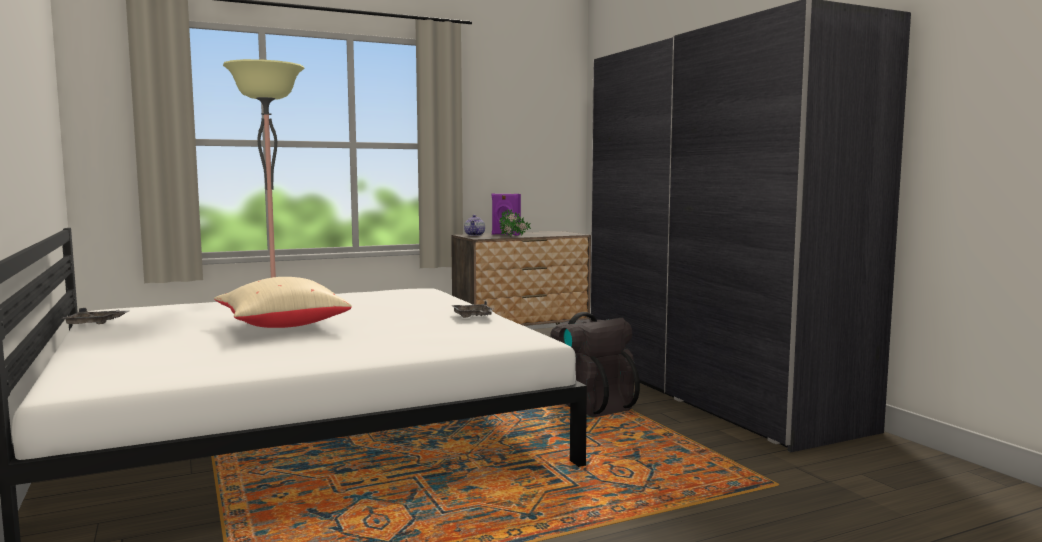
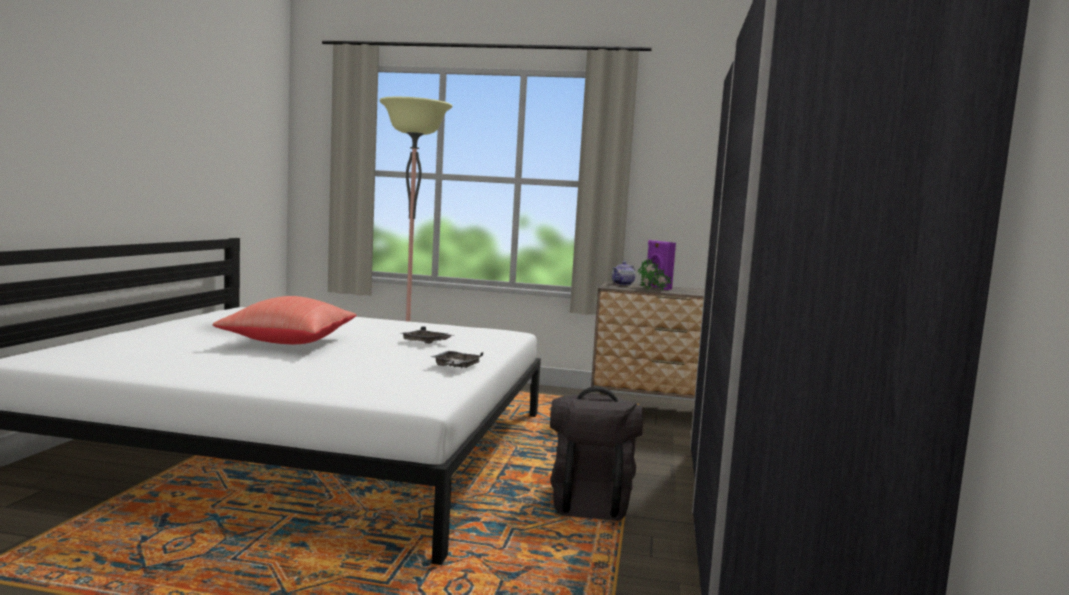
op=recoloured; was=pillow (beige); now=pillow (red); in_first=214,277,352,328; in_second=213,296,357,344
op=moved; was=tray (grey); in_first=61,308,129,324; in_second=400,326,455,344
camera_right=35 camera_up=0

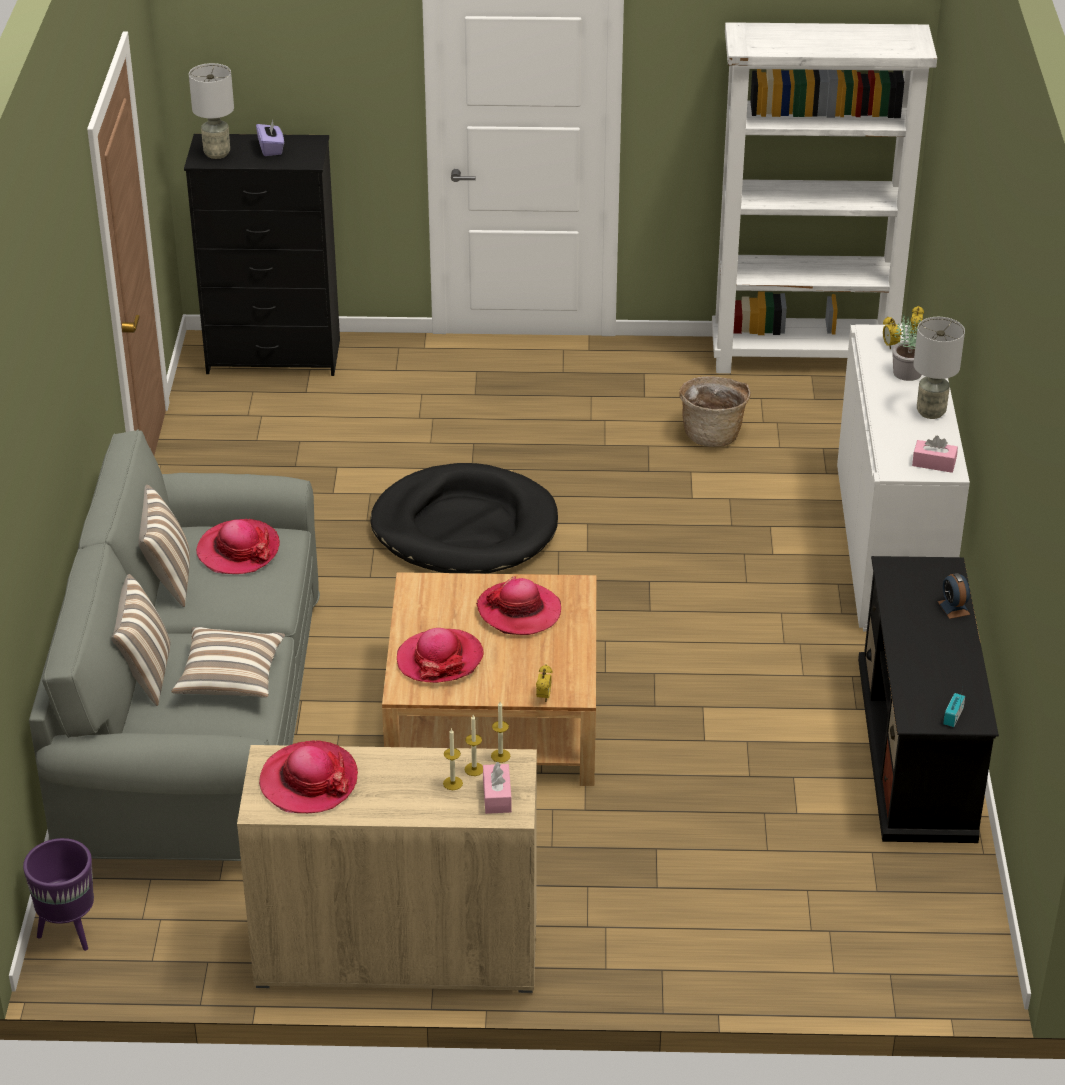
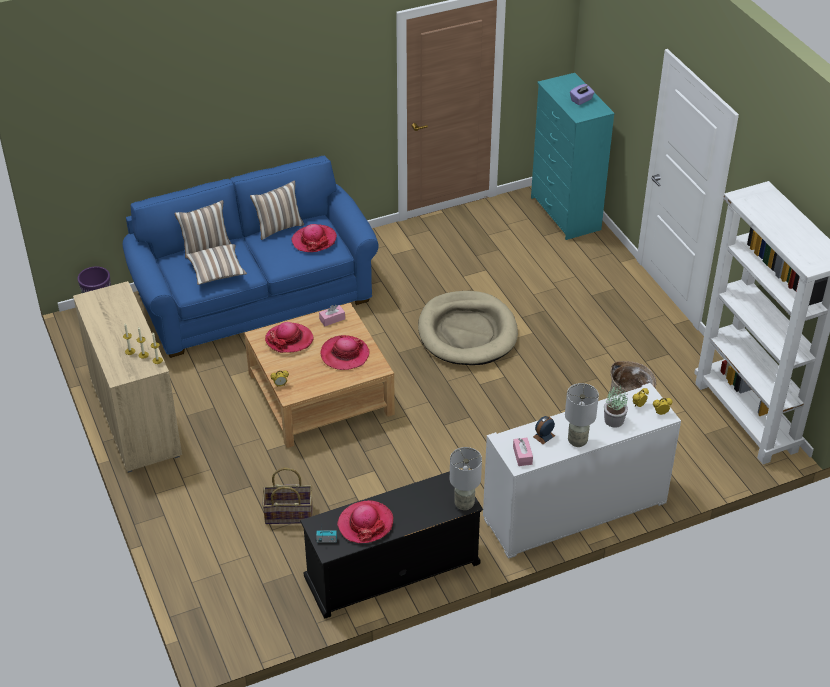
op=recoloured; was=sofa (grey); now=sofa (blue); in_first=29,429,320,861; in_second=123,156,379,358
op=added; now=basket; in_second=262,468,313,524
op=moved; was=tissue box (pink); in_first=483,762,512,814; in_second=319,305,345,326
op=moved; was=hat; in_first=259,740,358,813; in_second=337,500,393,543
op=recoloured; was=dog bed (black); now=dog bed (beige); in_first=371,463,558,574; in_second=418,291,518,365
op=moved; was=table lamp (grey); in_first=189,63,234,159; in_second=450,447,482,510
op=recoloured; was=dresser (black); now=dresser (turquoise); in_first=184,134,340,376; in_second=531,73,615,240
op=moved; was=alarm clock; in_first=938,573,970,619; in_second=533,416,555,444
camera_right=65 camera_up=5

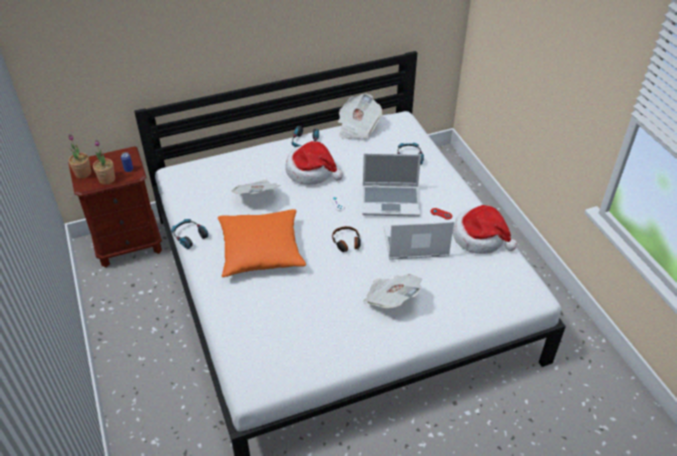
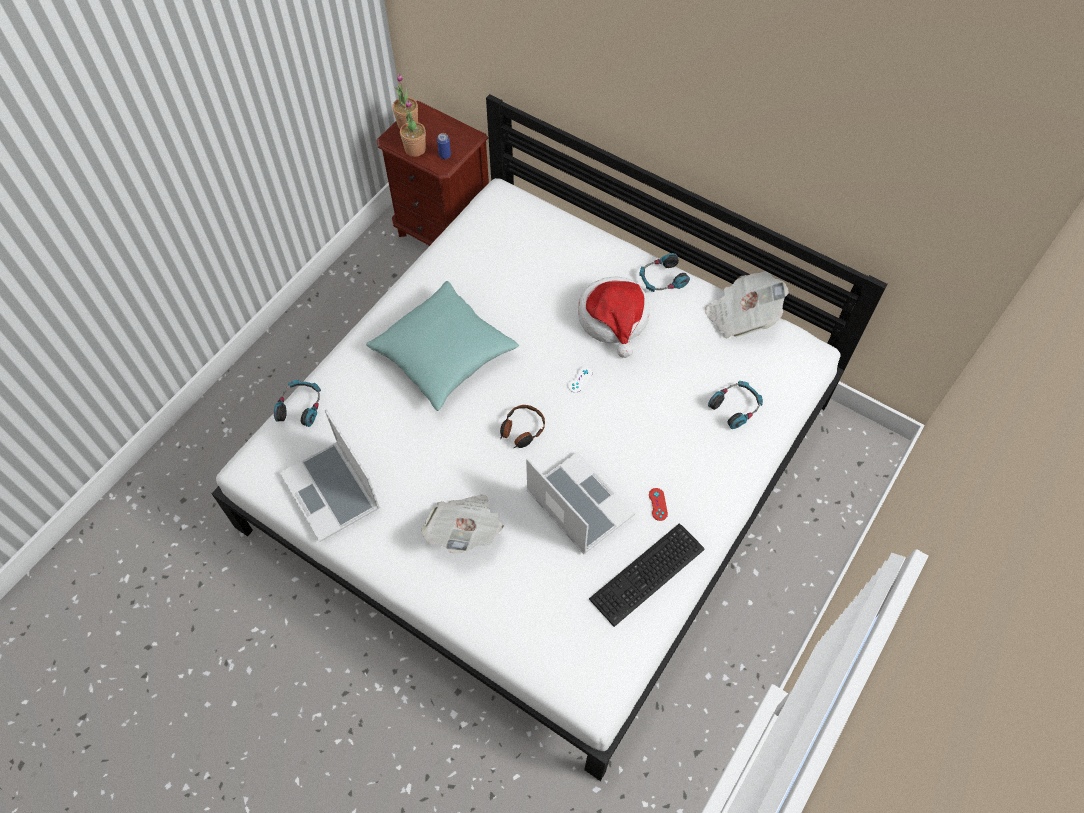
op=moved; was=headphones; in_first=171,219,208,249; in_second=274,380,321,427
op=moved; was=laptop; in_first=362,153,421,217; in_second=280,409,380,542
op=recoloured; was=pillow (orange); now=pillow (turquoise); in_first=218,209,306,277; in_second=366,281,519,411
op=replaced; was=hat; now=keyboard; in_first=452,205,517,254; in_second=589,524,705,627
op=removed; was=newspaper; in_first=232,180,281,194
camera_right=55 camera_up=15

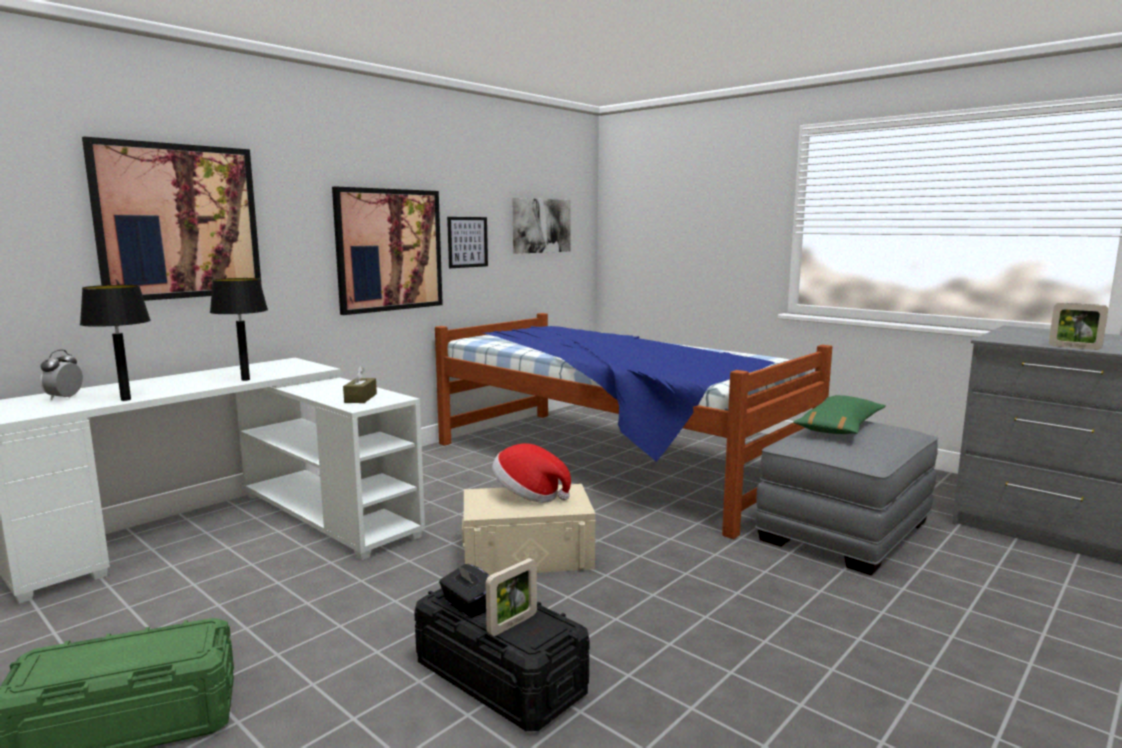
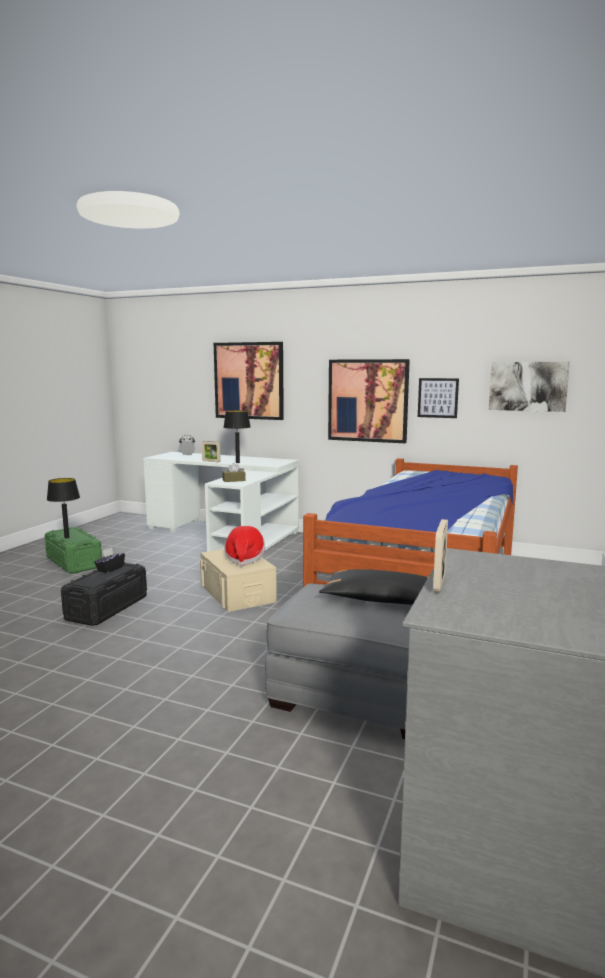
op=moved; was=table lamp (black); in_first=80,285,151,401; in_second=47,478,80,538
op=moved; was=picture frame; in_first=486,558,537,636; in_second=202,441,221,462
op=recoloured; was=pillow (green); now=pillow (black); in_first=793,395,886,434; in_second=319,569,428,605
camera_right=70 camera_up=0

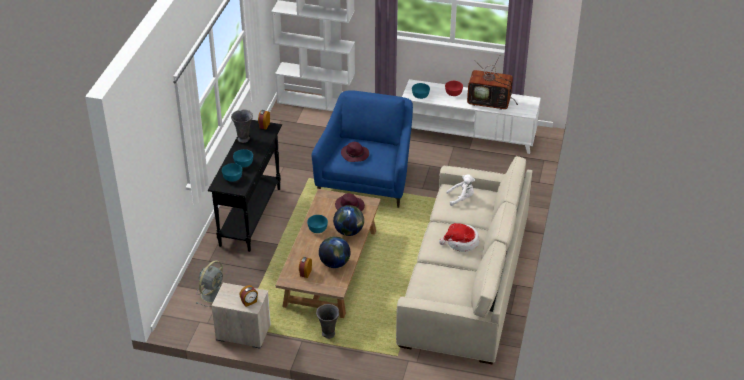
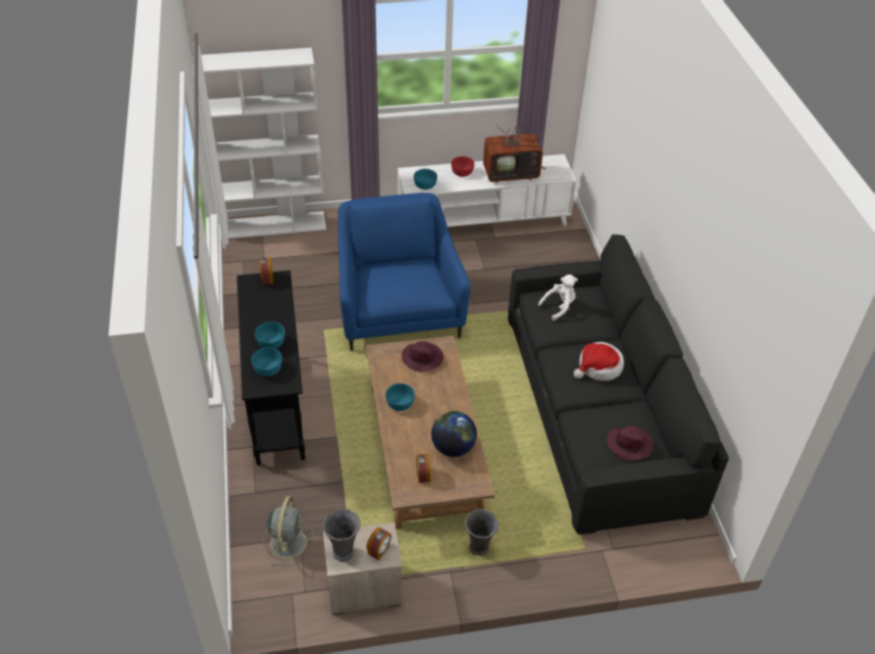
op=moved; was=vase (grey); in_first=231,109,253,143; in_second=323,509,361,562
op=recoloured; was=sofa (beige); now=sofa (black); in_first=396,156,533,364; in_second=508,234,729,535
op=moved; was=hat (purple); in_first=341,142,369,162; in_second=607,426,653,461
op=removed; was=globe; in_first=333,205,364,236
camera_right=-25 camera_up=5

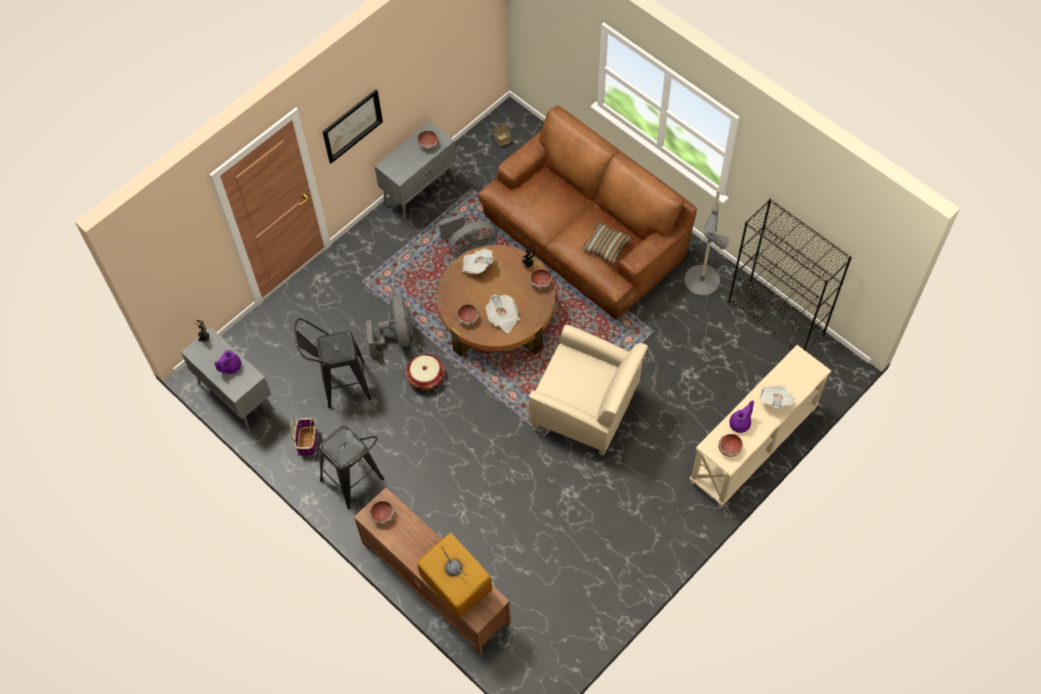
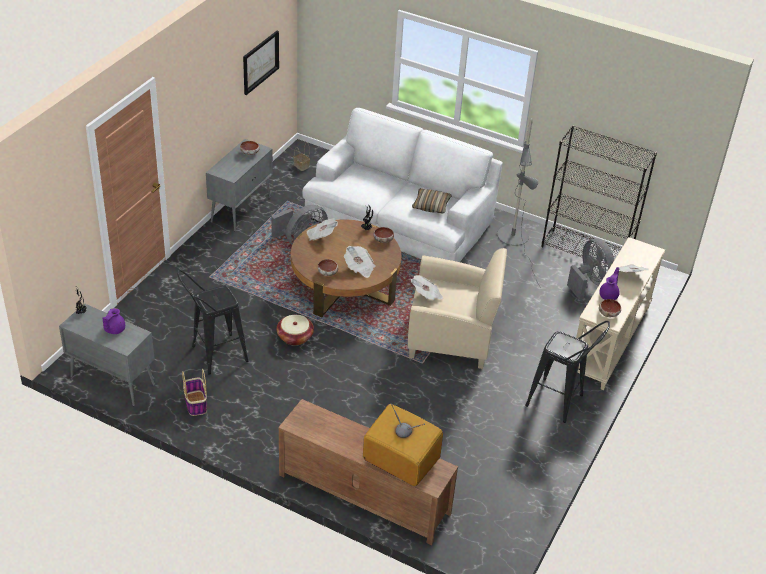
op=moved; was=picture; in_first=322,90,383,163; in_second=243,31,279,95
op=recoloured; was=sofa (brown); now=sofa (white); in_first=478,105,697,319; in_second=302,108,502,262
op=added; now=newspaper; in_second=411,275,444,300
op=moved; was=stool (black); in_first=319,426,384,509; in_second=525,321,610,423
op=moved; was=fan (grey); in_first=366,294,413,357; in_second=567,238,614,300
op=removed; was=bowl; in_first=370,501,395,525
camera_right=-20 camera_up=-20

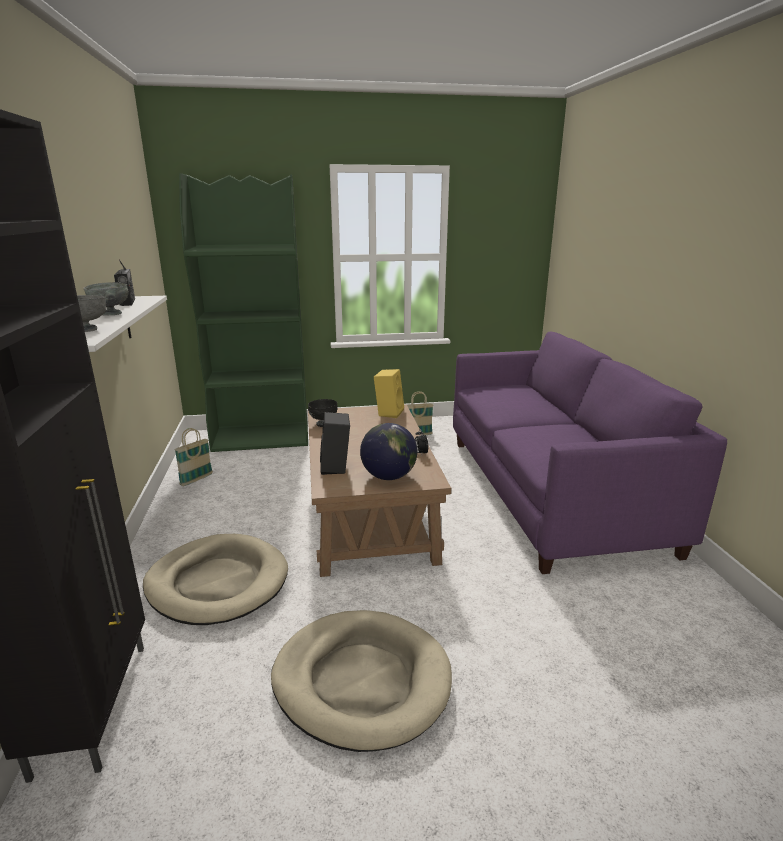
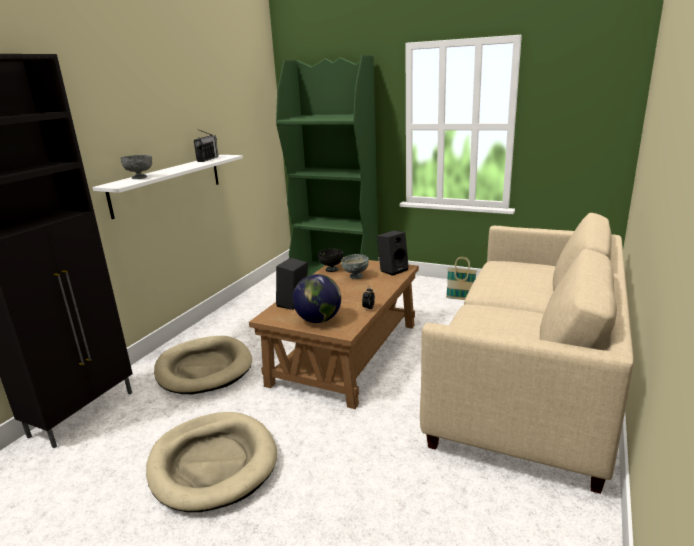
op=moved; was=bowl (grey); in_first=83,282,129,315; in_second=341,254,369,279
op=recoloured; was=speaker (yellow); now=speaker (black); in_first=374,369,404,418; in_second=377,231,409,276
op=recoloured; was=sofa (purple); now=sofa (beige); in_first=453,331,727,574; in_second=420,213,634,494
op=removed; was=basket; in_first=175,428,213,486
camera_right=35 camera_up=0

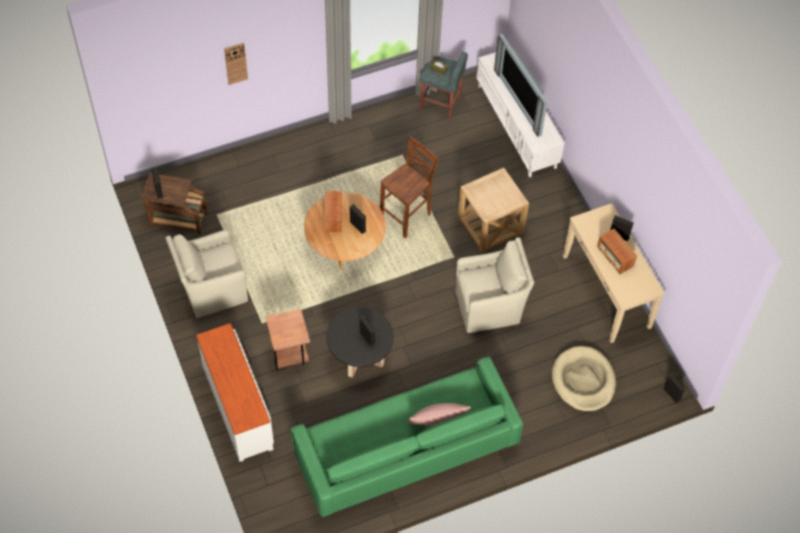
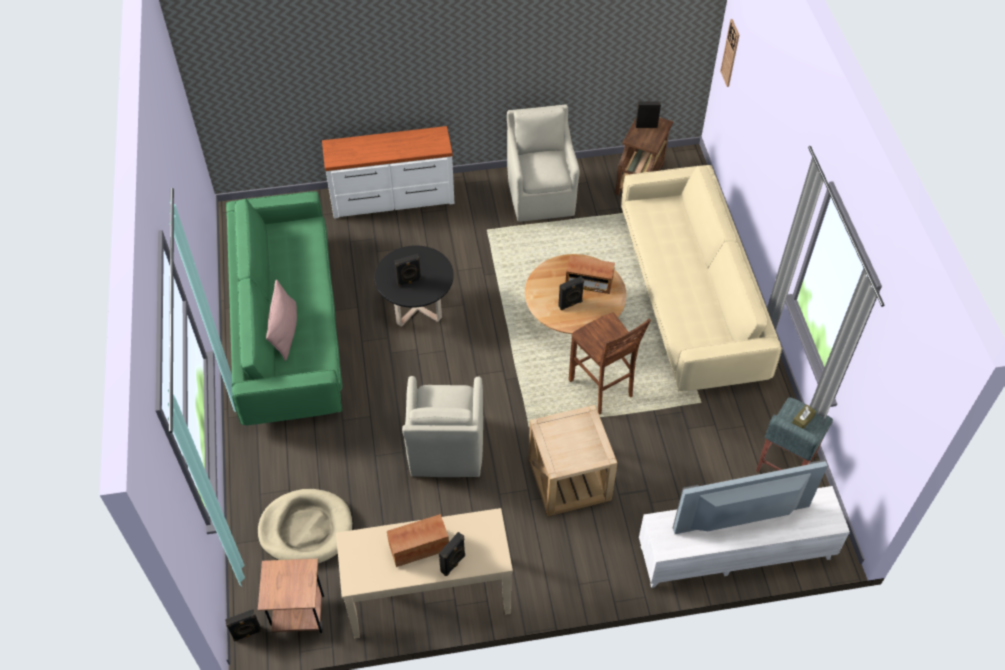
op=moved; was=side table (brown); in_first=265,309,310,371; in_second=258,559,324,633
op=added; now=sofa (beige); in_second=621,165,782,392
op=moved; was=wall clock; in_first=224,43,248,85; in_second=720,19,739,87
camera_right=105 camera_up=-5

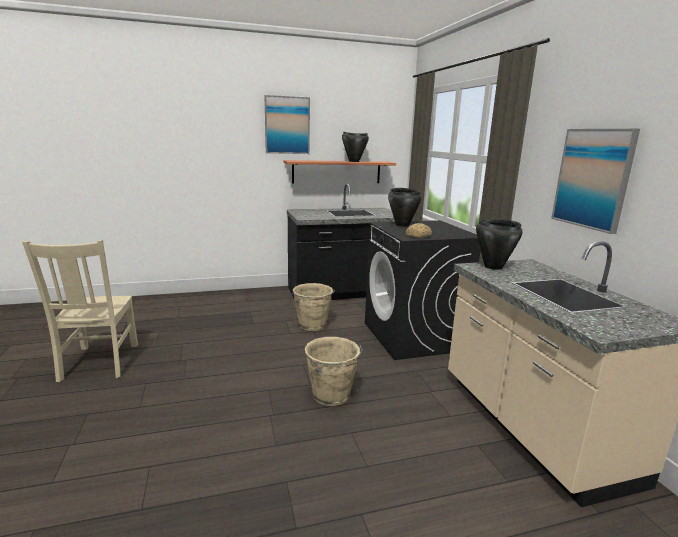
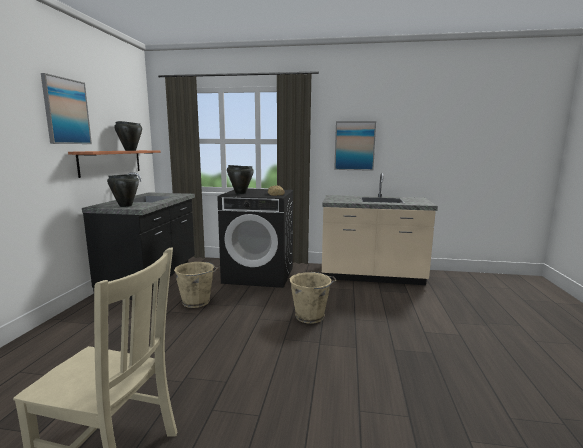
op=moved; was=cooking pot (black); in_first=476,219,523,270; in_second=107,174,139,207
camera_right=-65 camera_up=-5

